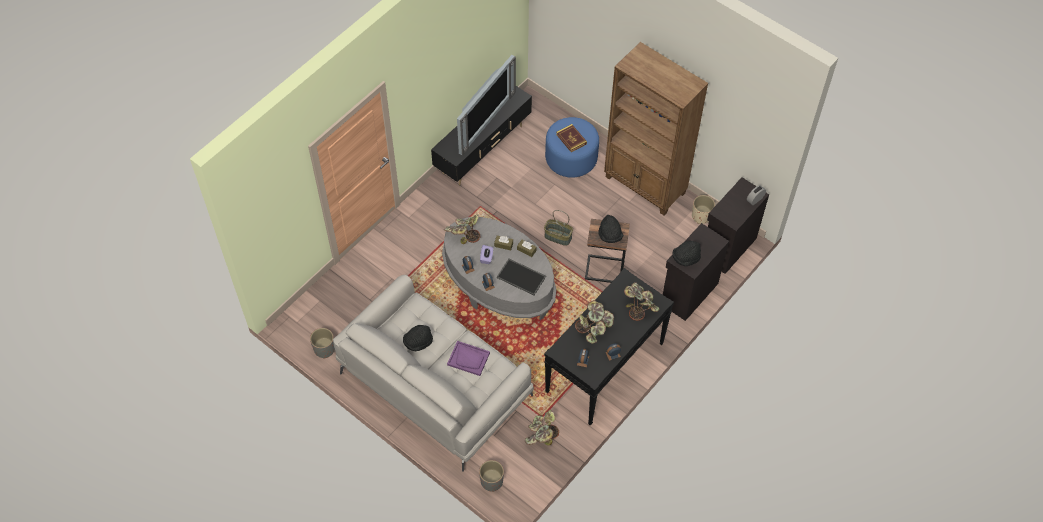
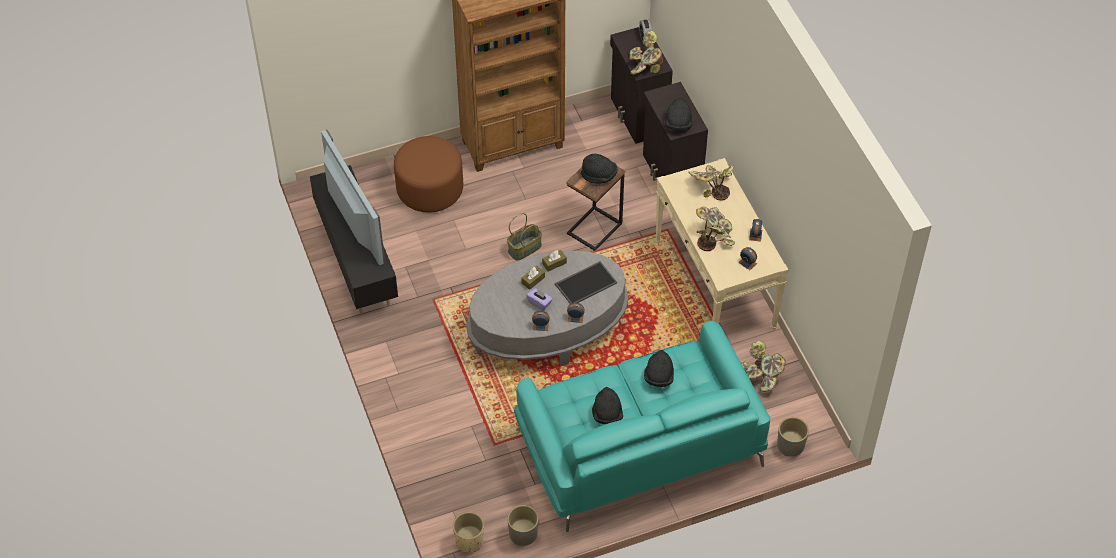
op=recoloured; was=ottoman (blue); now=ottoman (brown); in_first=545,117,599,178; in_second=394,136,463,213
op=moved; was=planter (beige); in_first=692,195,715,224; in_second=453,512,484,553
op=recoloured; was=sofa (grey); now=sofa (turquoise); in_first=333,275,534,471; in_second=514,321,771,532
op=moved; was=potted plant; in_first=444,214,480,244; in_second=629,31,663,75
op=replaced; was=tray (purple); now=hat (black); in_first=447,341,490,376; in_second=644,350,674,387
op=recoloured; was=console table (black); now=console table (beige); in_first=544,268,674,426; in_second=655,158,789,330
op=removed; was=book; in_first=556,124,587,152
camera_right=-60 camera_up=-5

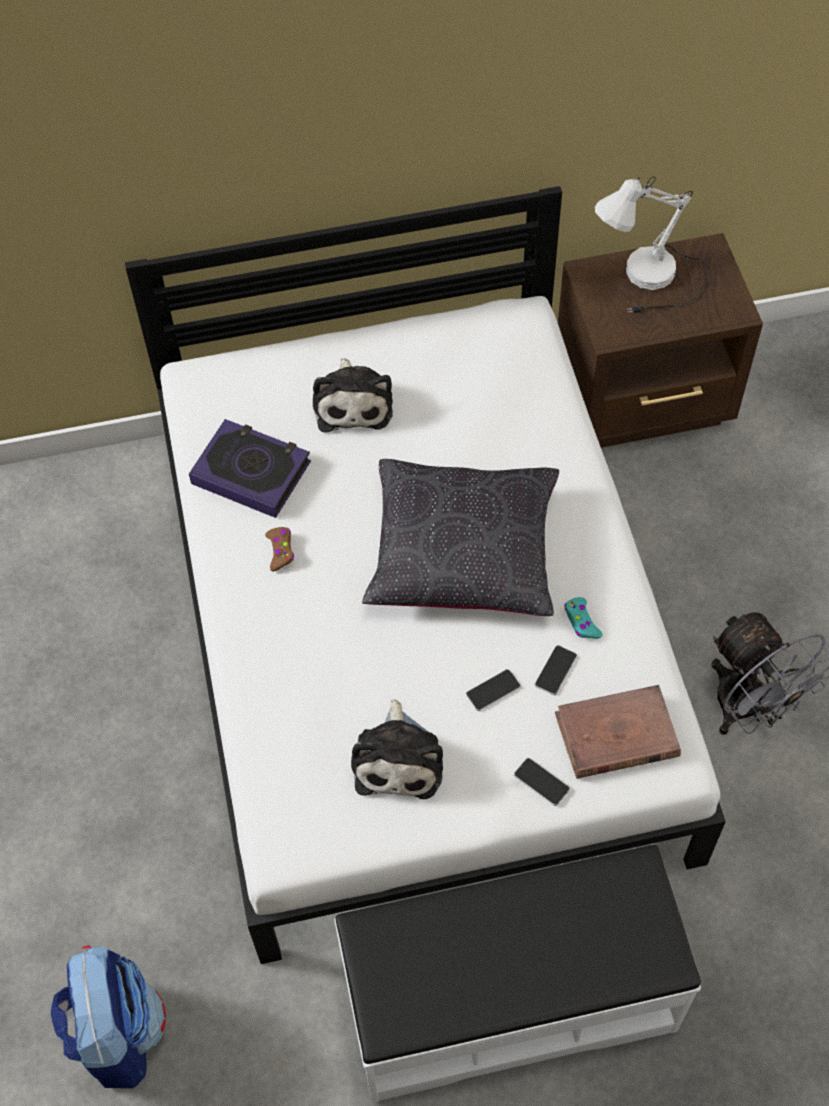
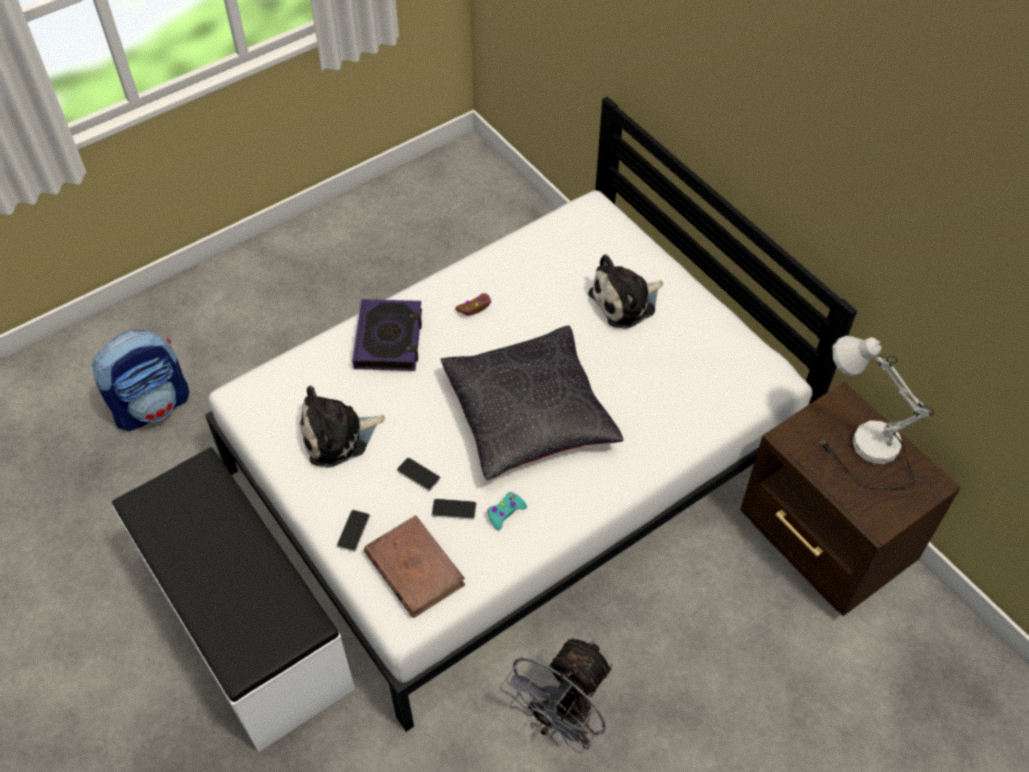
op=moved; was=book; in_first=189,419,311,518; in_second=352,299,422,371
camera_right=65 camera_up=-5

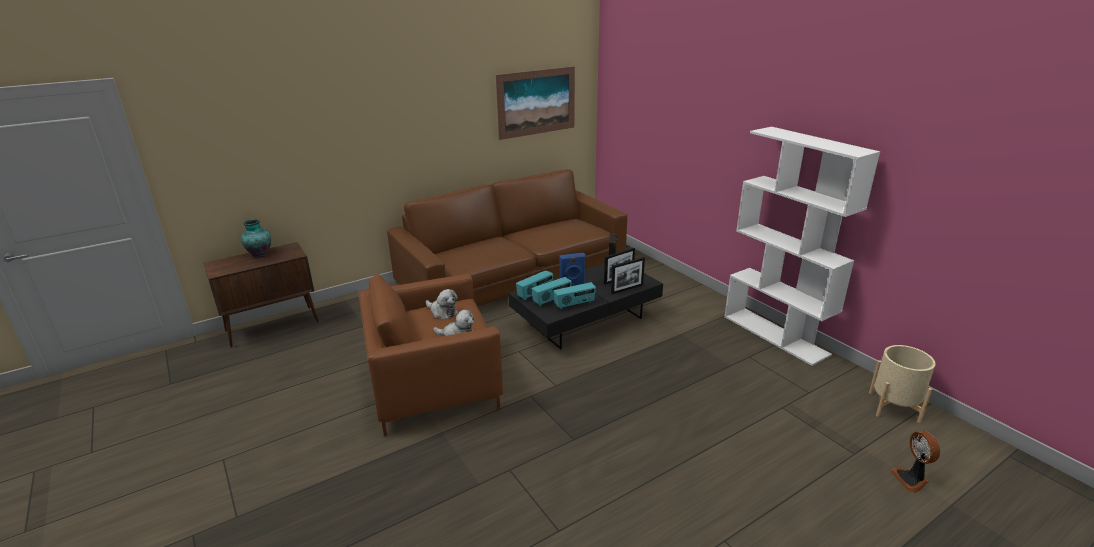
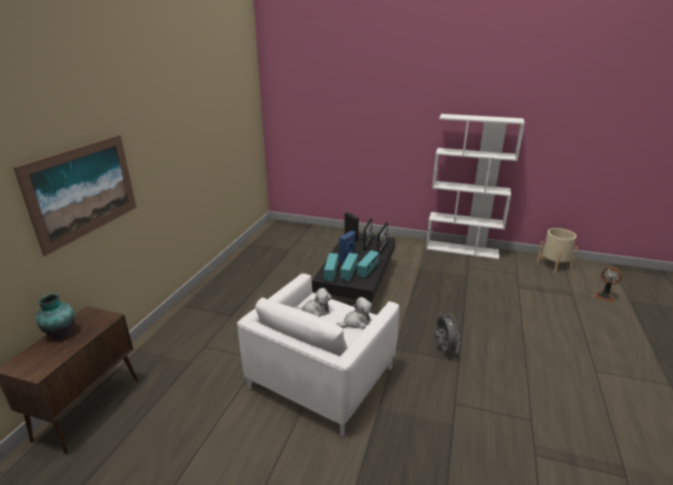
op=moved; was=picture; in_first=496,66,575,140; in_second=13,135,136,256
op=recoloured; was=armchair (brown); now=armchair (white); in_first=359,274,503,436; in_second=237,274,399,436
op=added; now=fan (grey); in_second=434,313,460,354
op=removed; was=sofa (brown); in_first=387,169,627,306
camera_right=-40 camera_up=0

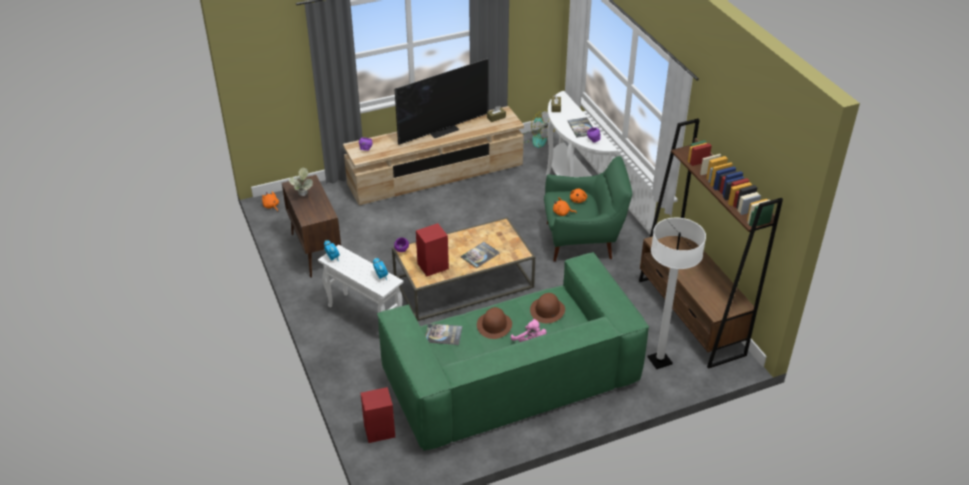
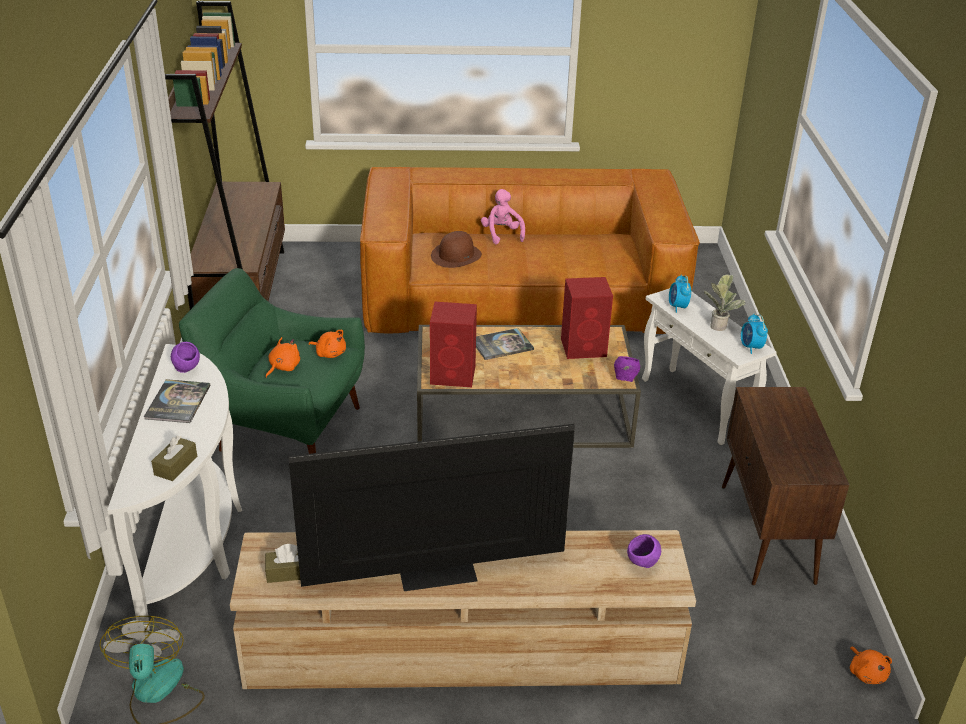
op=recoloured; was=sofa (green); now=sofa (brown); in_first=377,252,649,451; in_second=360,167,700,334
op=moved; was=speaker (red); in_first=360,387,395,443; in_second=430,302,477,387
op=moved; was=potted plant; in_first=288,168,313,196; in_second=704,274,746,331
op=removed; was=book; in_first=425,323,462,345
op=removed; was=hat (brown); in_first=477,307,512,339
op=removed; was=floor lamp (white); in_first=648,218,706,369
camera_right=-160 camera_up=-5

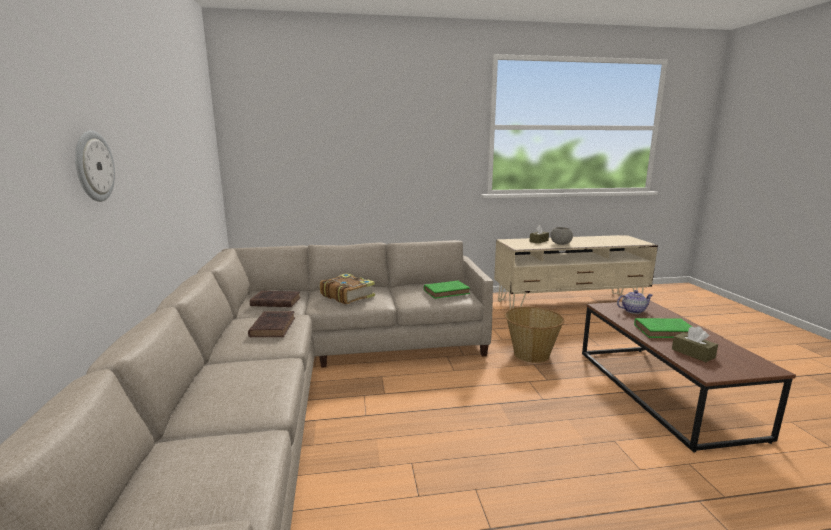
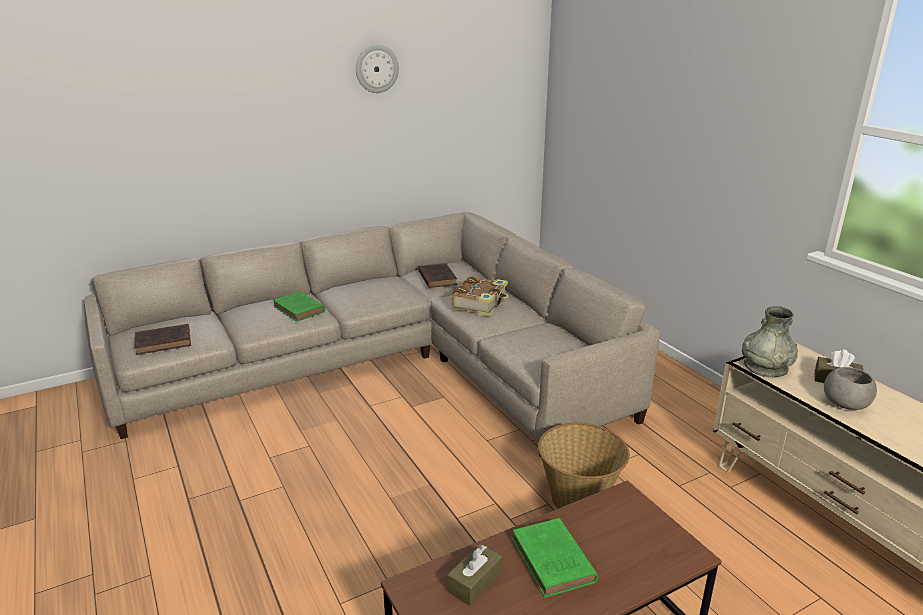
op=moved; was=book (brown); in_first=248,311,295,338; in_second=134,324,191,355
op=moved; was=book (green); in_first=424,281,470,299; in_second=273,291,325,322
op=moved; was=wall clock; in_first=75,130,115,202; in_second=356,45,399,93
op=added; now=vase (grey); in_second=742,306,798,377
op=removed; was=teapot; in_first=617,290,653,314
camera_right=70 camera_up=10

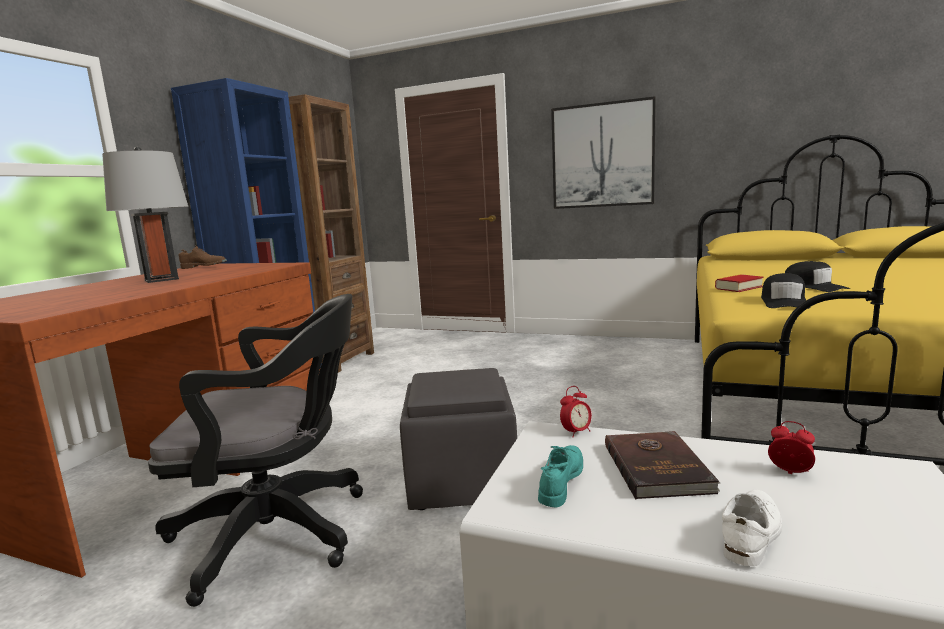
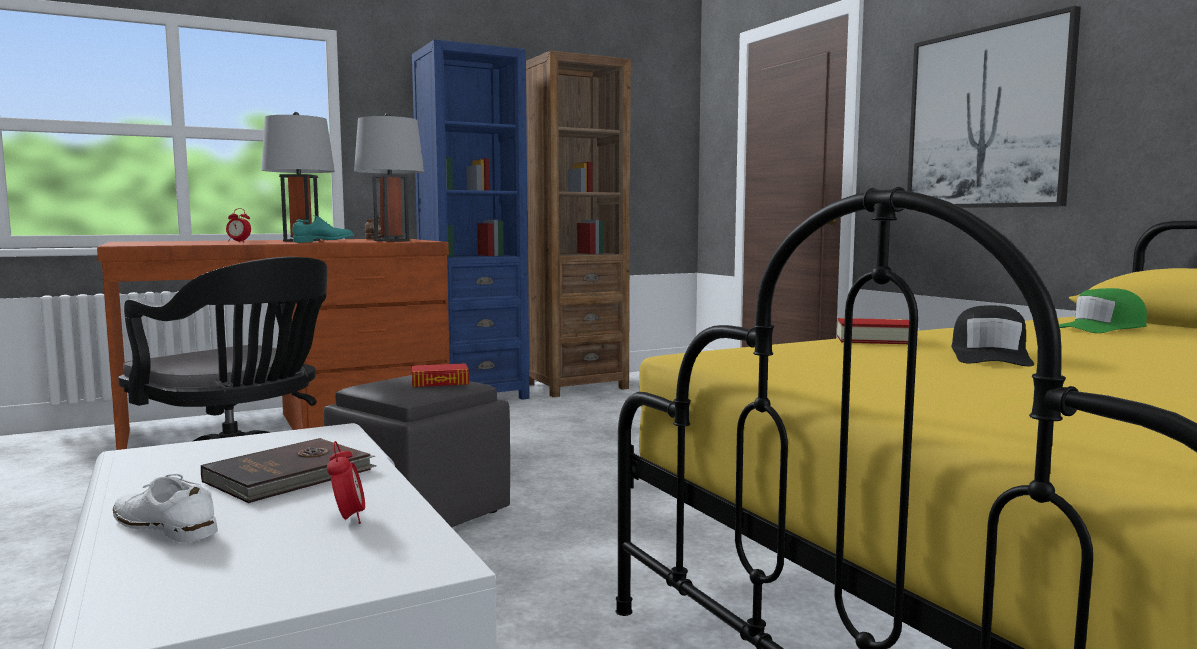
op=turned; was=shoe (white); in_first=722,490,782,566; in_second=113,474,218,543; clockwise=-135
op=moved; was=alarm clock; in_first=560,386,592,438; in_second=226,208,251,242
op=moved; was=shoe (turquoise); in_first=538,445,583,507; in_second=293,215,354,243
op=added; now=table lamp (grey); in_second=354,113,424,241
op=added; now=book; in_second=411,363,469,387
op=added; now=cap (green); in_second=1059,288,1147,333
op=removed; was=cap (black); in_first=761,273,810,309
camera_right=40 camera_up=-5

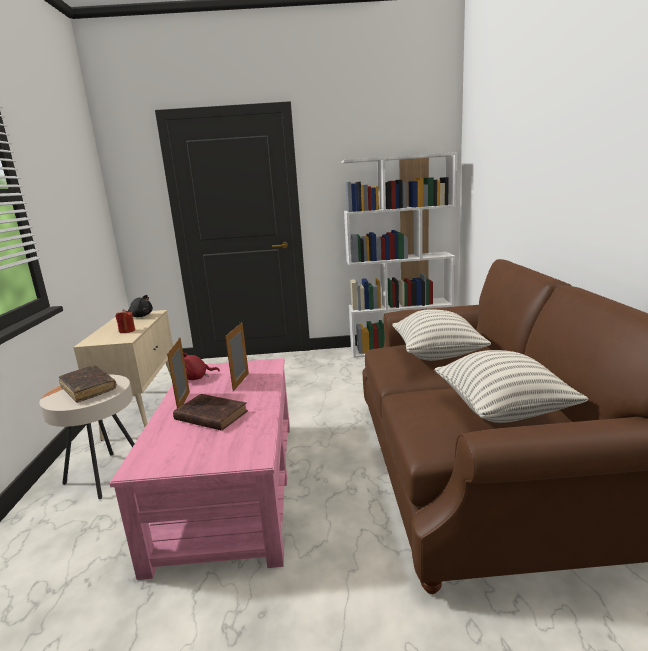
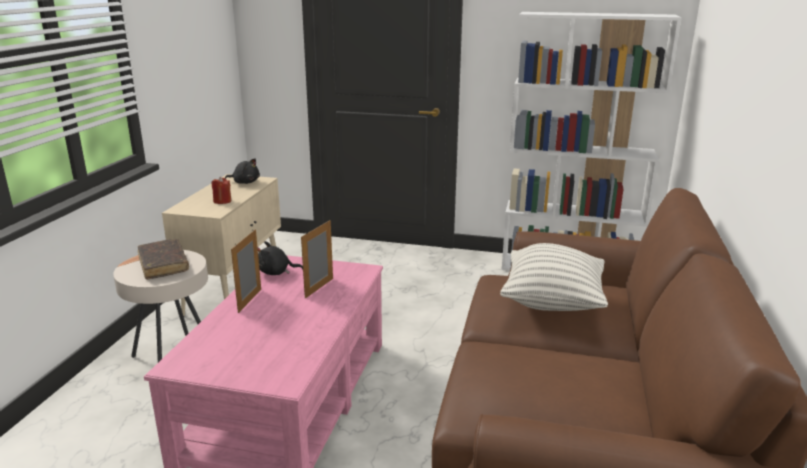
op=recoloured; was=plush toy (red); now=plush toy (black); in_first=183,352,220,380; in_second=258,241,303,275
op=removed; was=book (brown); in_first=173,394,248,431
op=removed; was=pillow; in_first=435,350,588,423
camera_right=15 camera_up=5

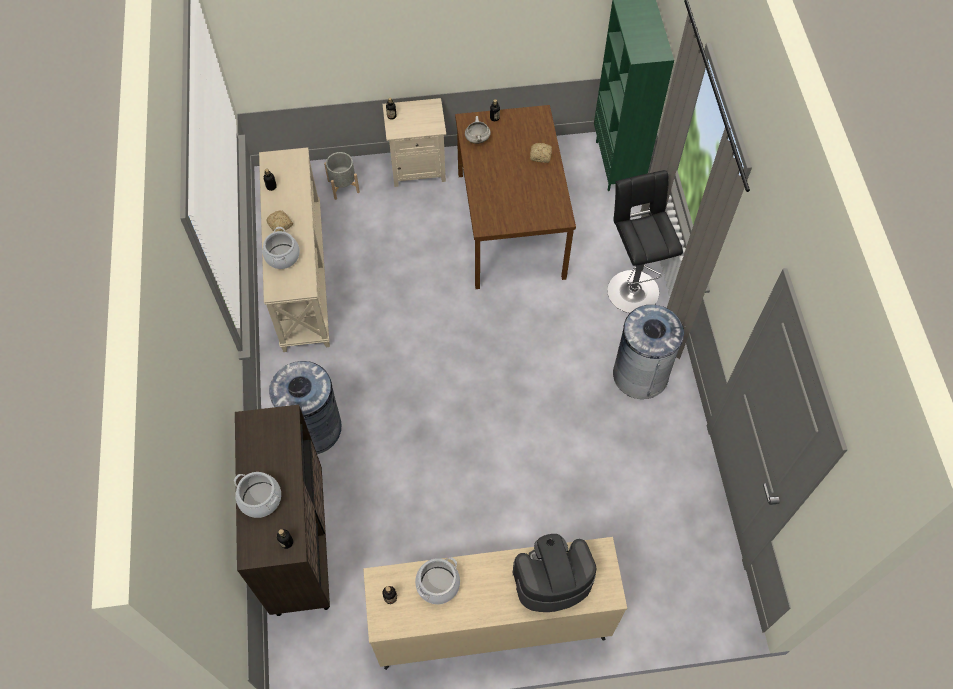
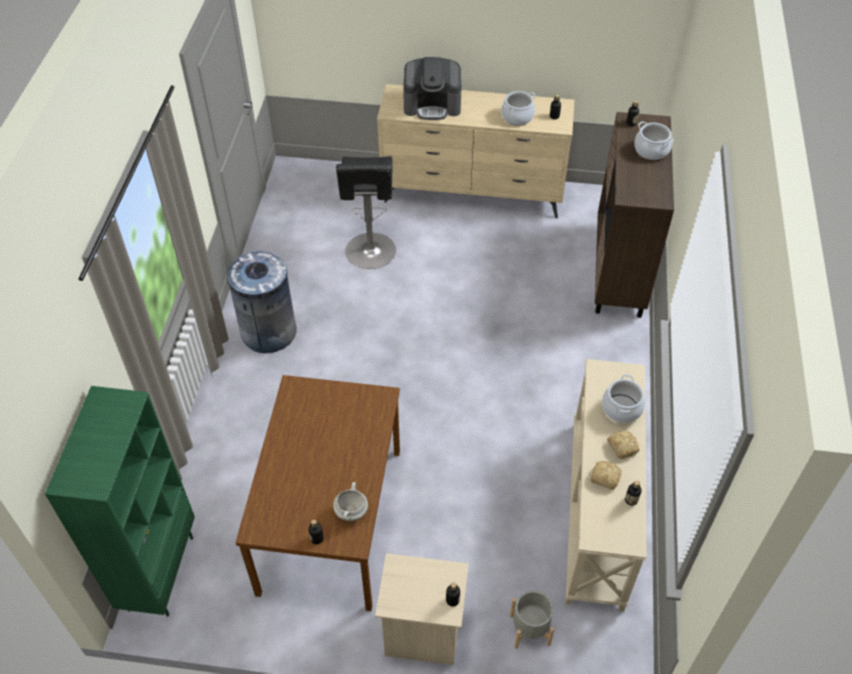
op=moved; was=stool (black); in_first=607,170,683,313; in_second=336,156,396,269
op=moved; was=bread; in_first=530,143,552,163; in_second=590,461,622,490
op=removed; was=trash can (grey); in_first=269,361,341,454
camera_right=-165 camera_up=-10

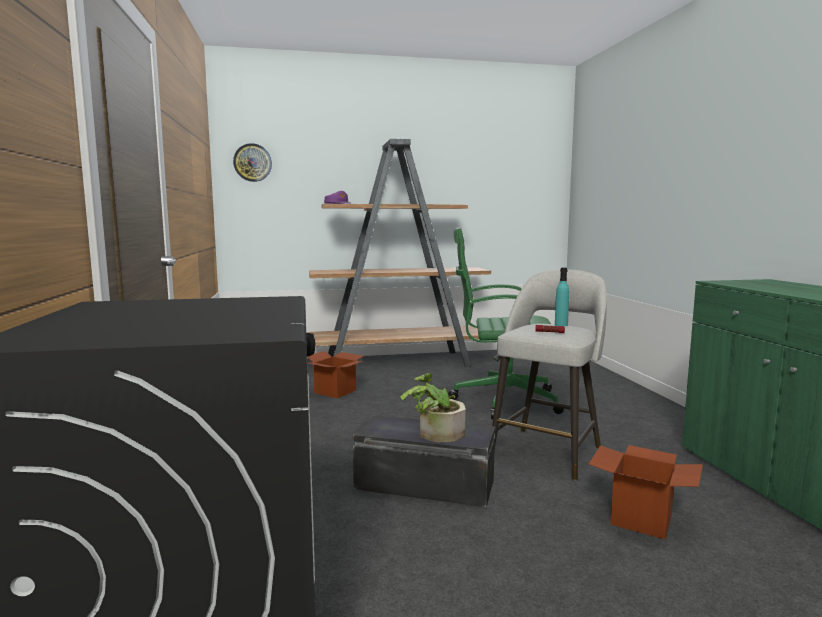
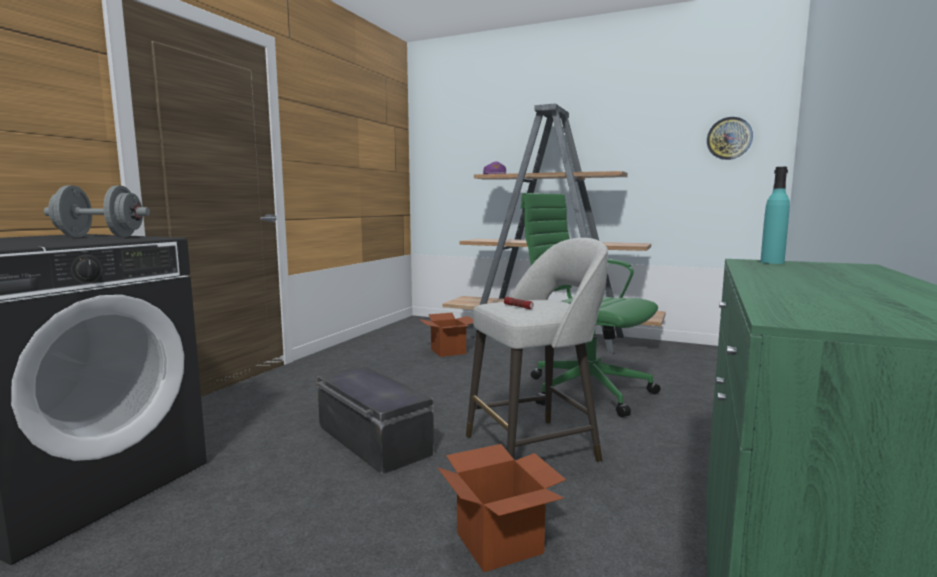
op=added; now=dumbbell (grey); in_second=44,186,150,237
op=moved; was=wall clock; in_first=233,143,272,182; in_second=707,117,753,160
op=moved; was=bottle (turquoise); in_first=555,268,569,326; in_second=760,167,790,264
op=removed; was=potted plant; in_first=400,373,466,442
camera_right=35 camera_up=0

